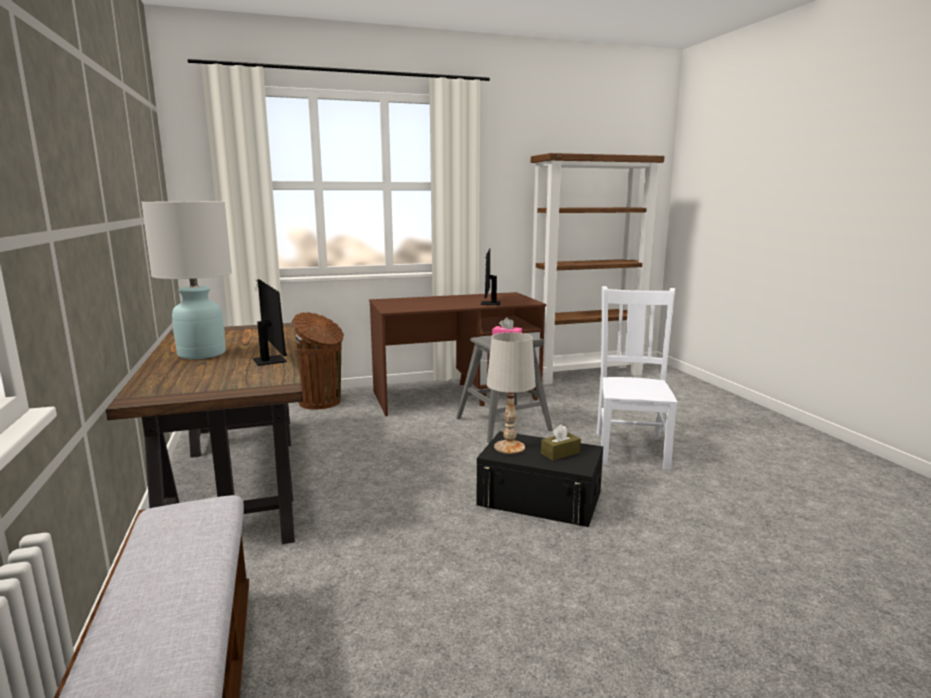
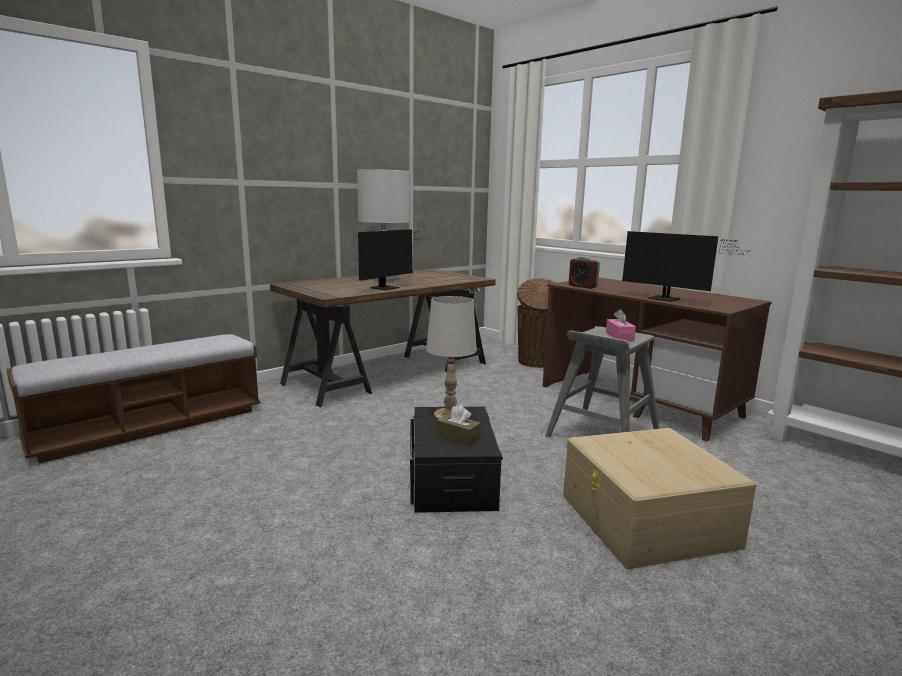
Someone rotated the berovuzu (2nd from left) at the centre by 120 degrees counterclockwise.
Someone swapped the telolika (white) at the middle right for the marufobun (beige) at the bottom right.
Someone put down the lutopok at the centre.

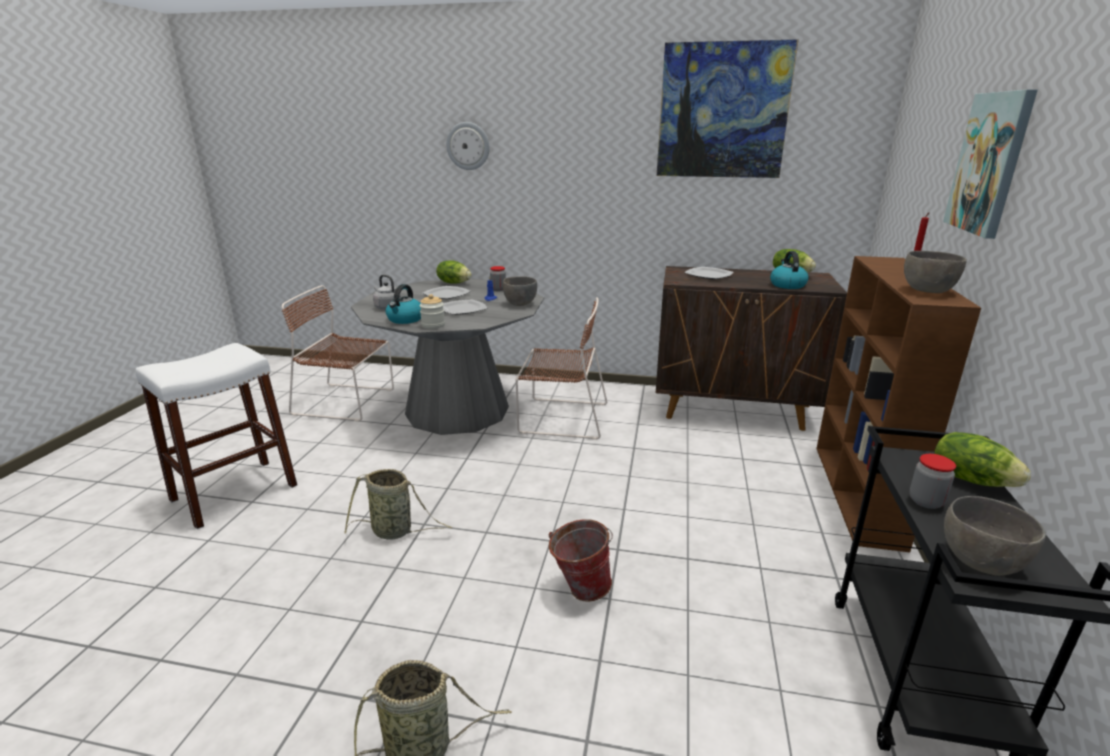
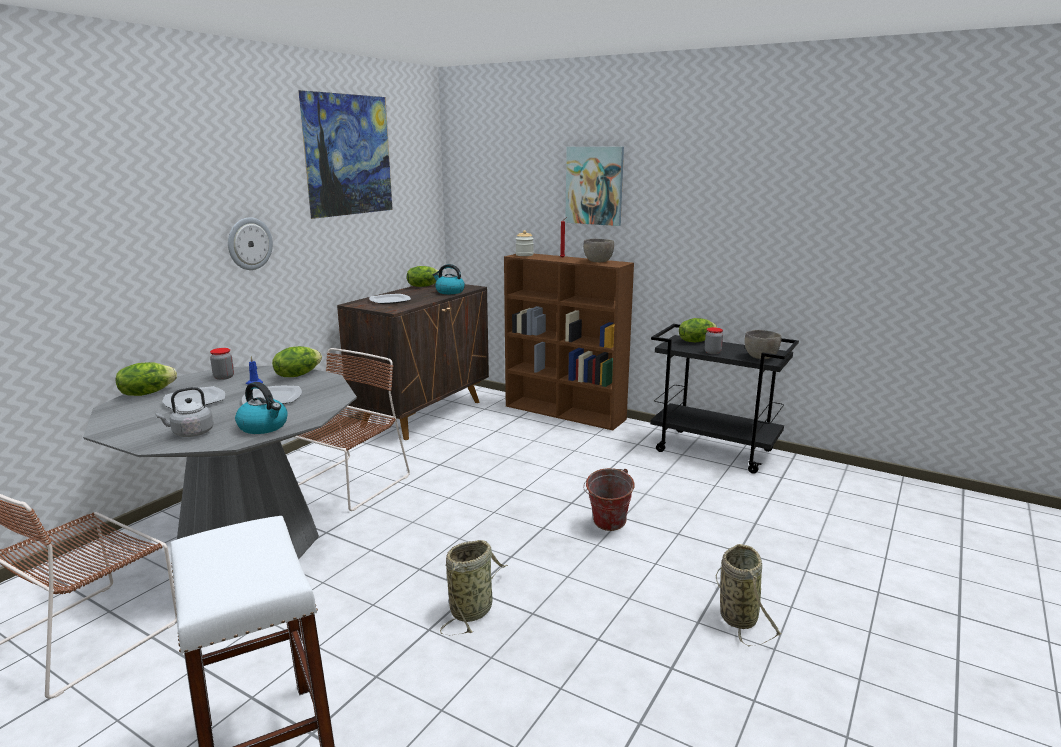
Someone carried the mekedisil (1st from left in the first image) from the centre to the top centre.
Someone carried the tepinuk from the top centre to the top left.
Someone swapped the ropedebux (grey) (1st from left) at the centre for the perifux (2nd from left) at the middle left.

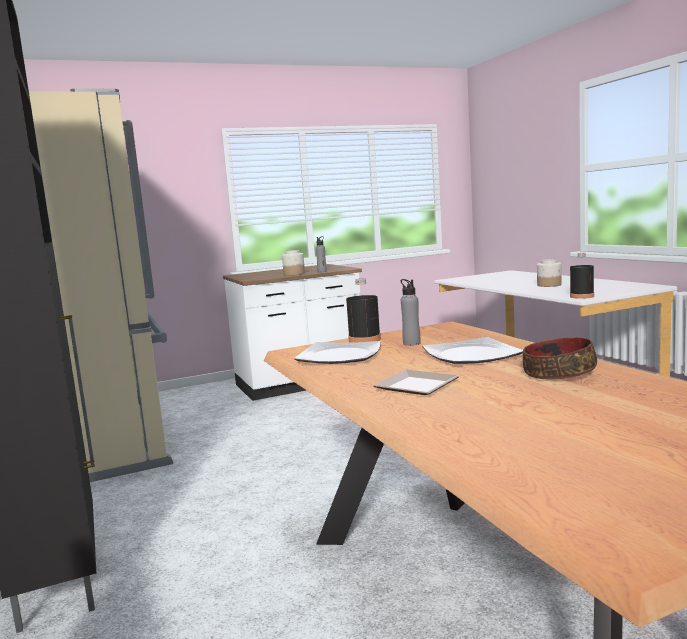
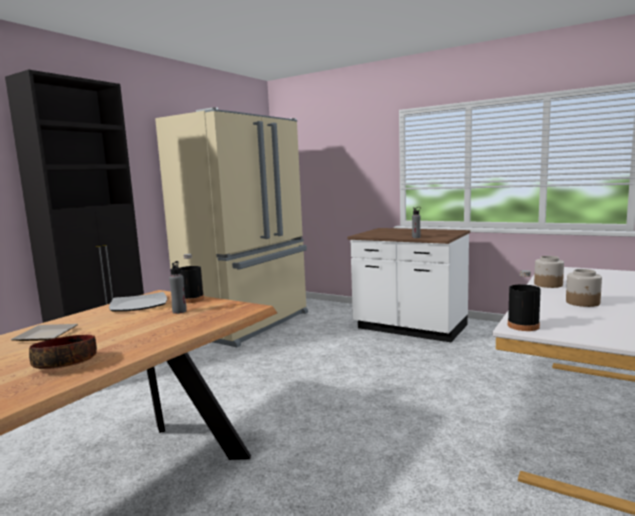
Someone carried the mekedisil (1st from left) from the centre to the middle right.
Someone took away the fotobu (3rd from left) at the middle right.

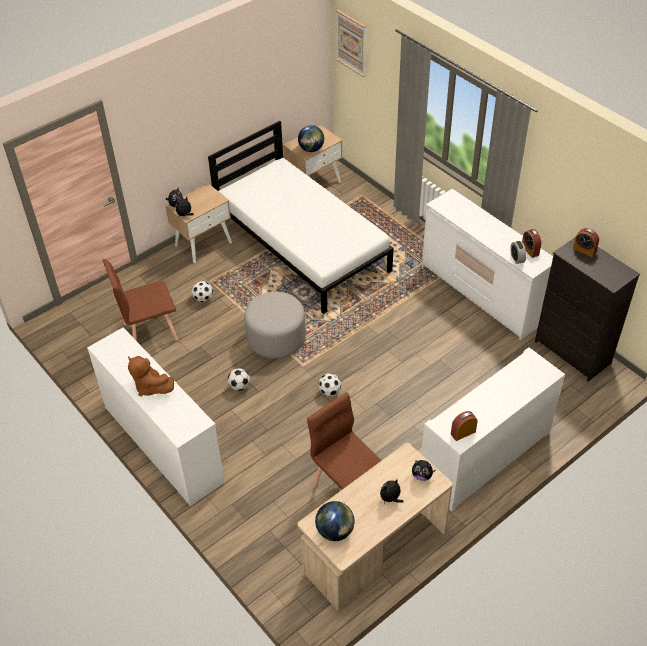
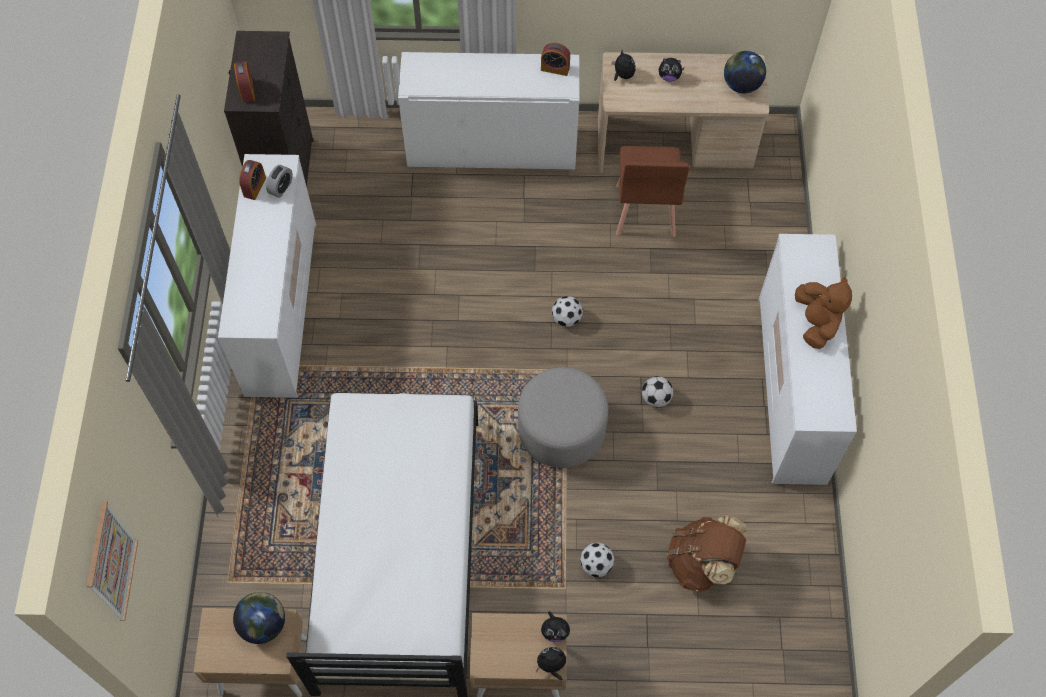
Someone swapped the telolika (brown) (1st from left) at the middle left for the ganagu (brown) at the bottom right.

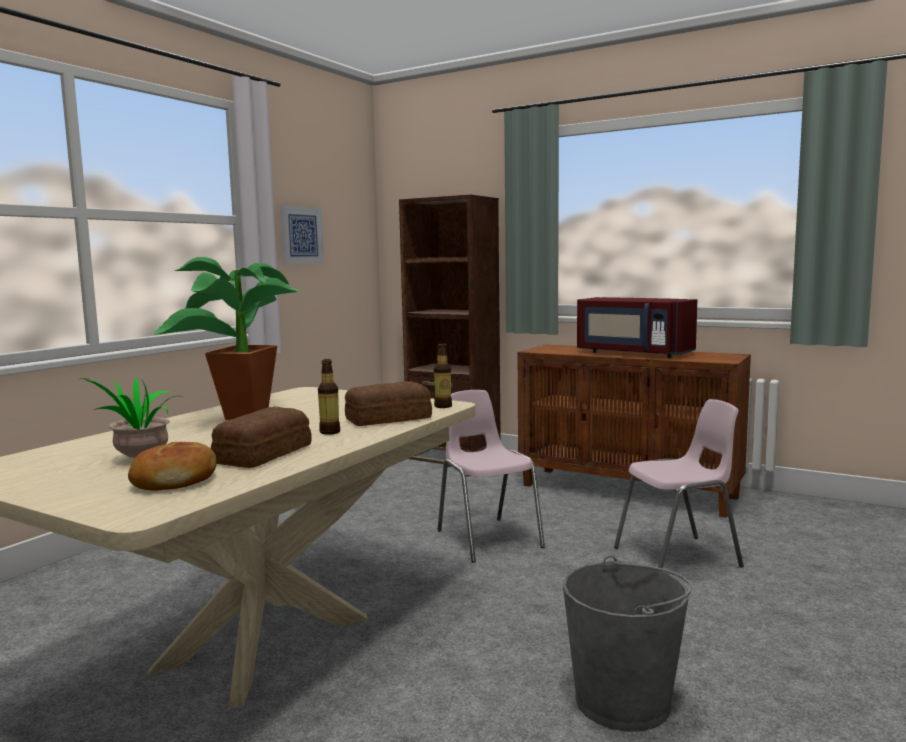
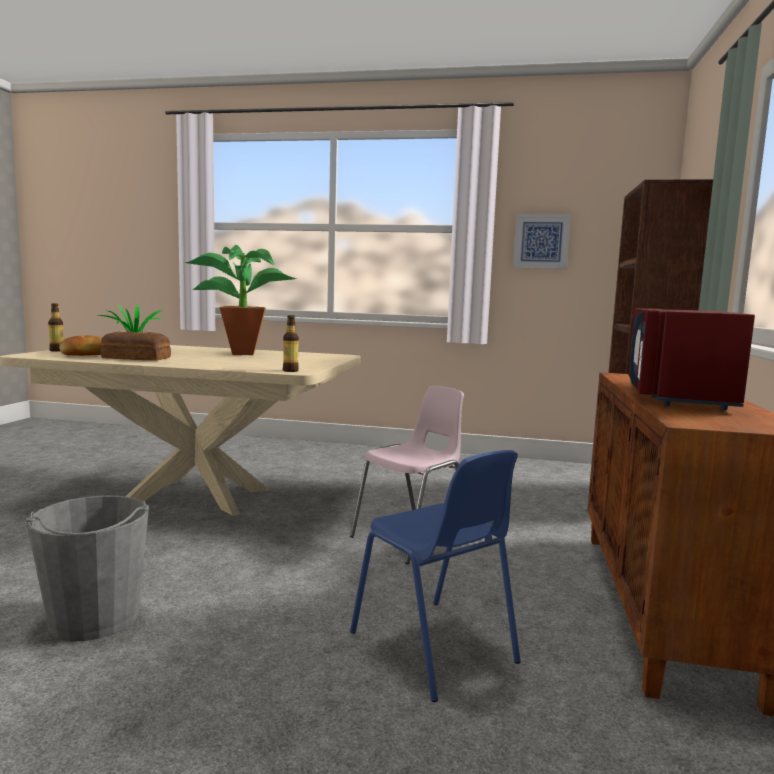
Someone carried the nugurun (1st from left) from the centre to the middle left.
Someone took away the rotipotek (3rd from left) at the centre.
Someone repainted the telolika (pink) (2nd from left) at the middle right, which became the telolika (blue) at the bottom centre.

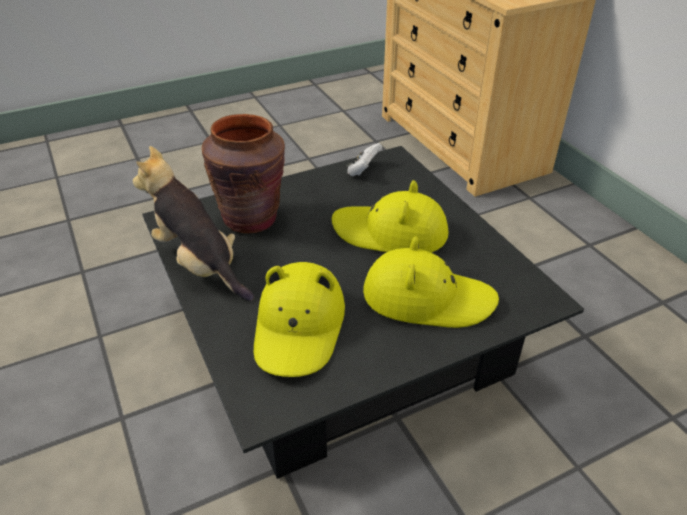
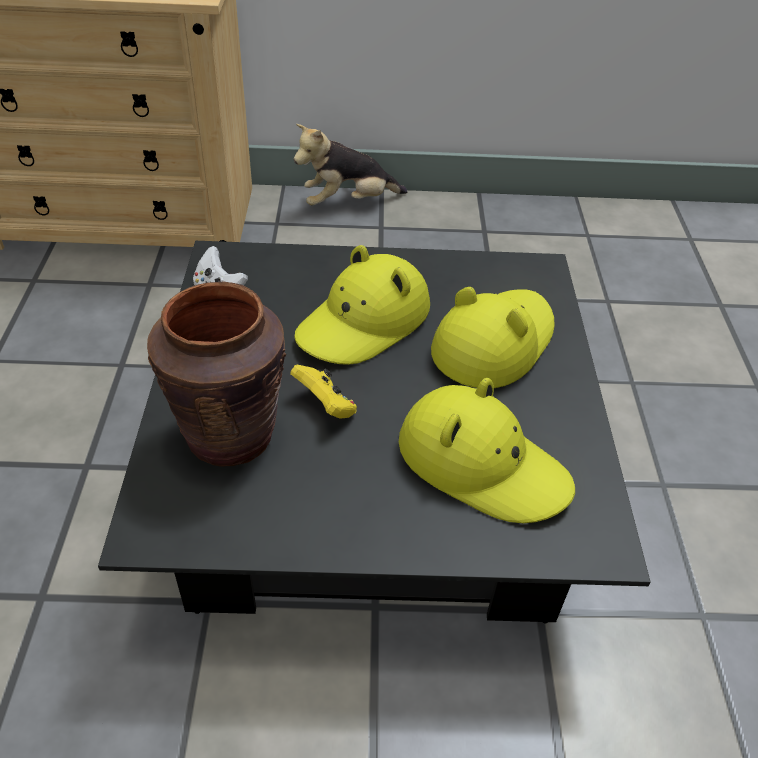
Someone carried the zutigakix from the middle left to the top centre.
Someone put down the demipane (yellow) at the centre.

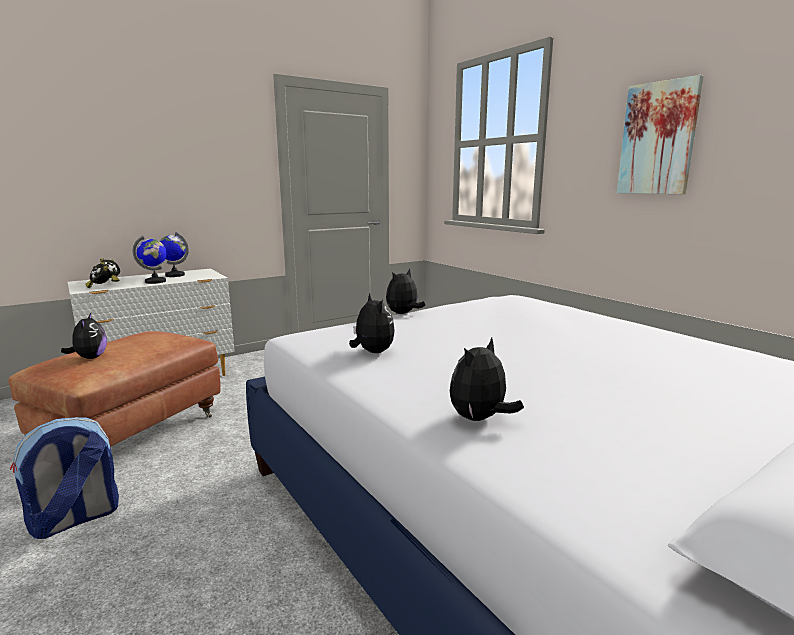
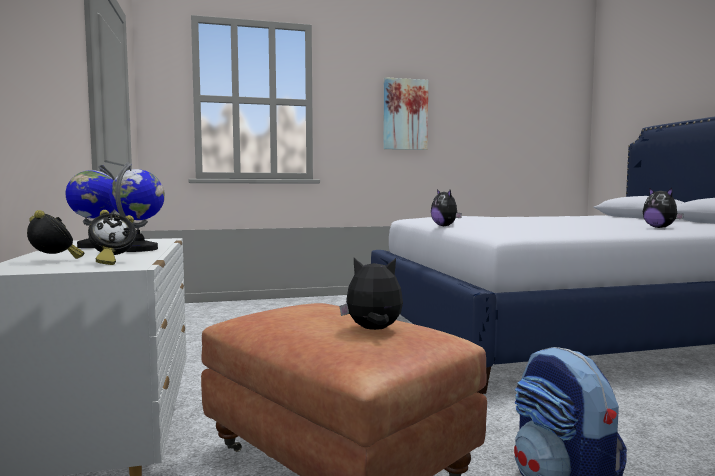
Someone took away the zutigakix (2nd from left) at the centre.

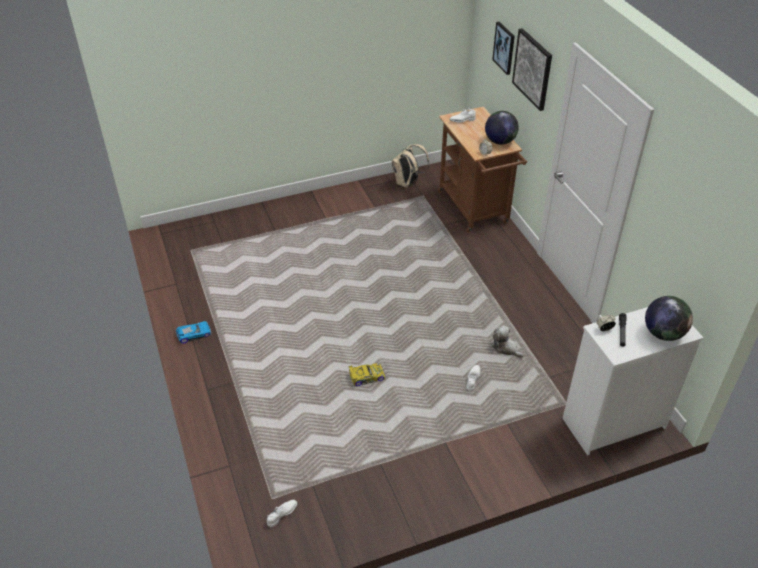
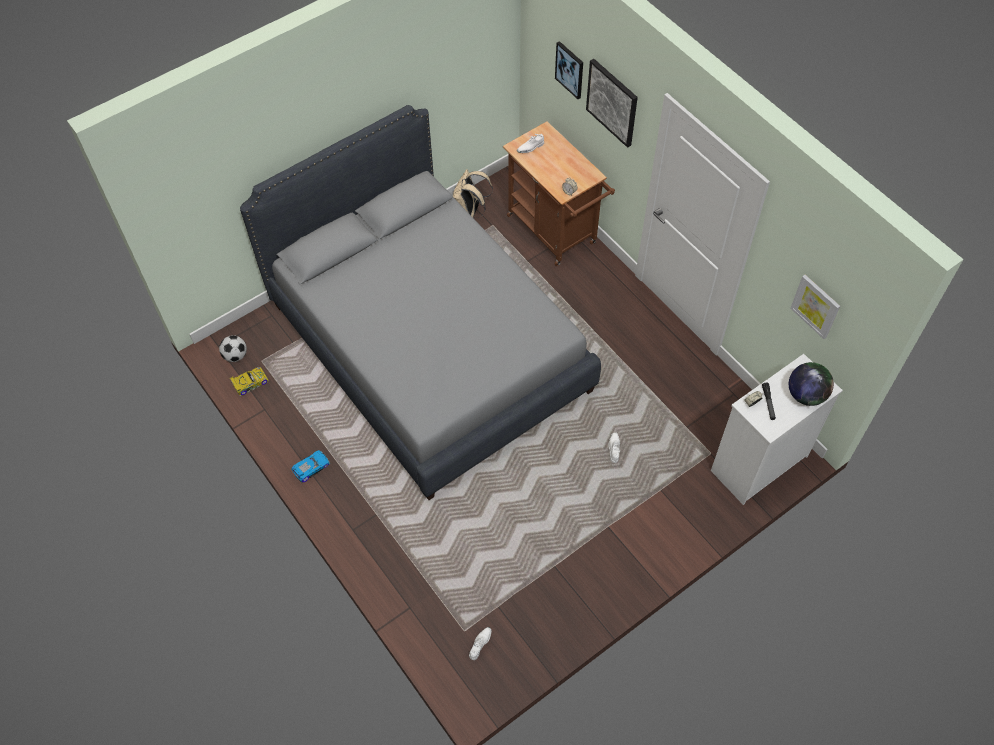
Someone carried the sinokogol (2nd from left in the first image) from the centre to the middle left.
Someone took away the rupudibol (1st from left) at the top centre.
Someone took away the zutigakix at the middle right.
Someone put down the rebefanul at the middle left.
Someone put down the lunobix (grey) at the centre.
Someone put up the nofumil (3rd from left) at the middle right.

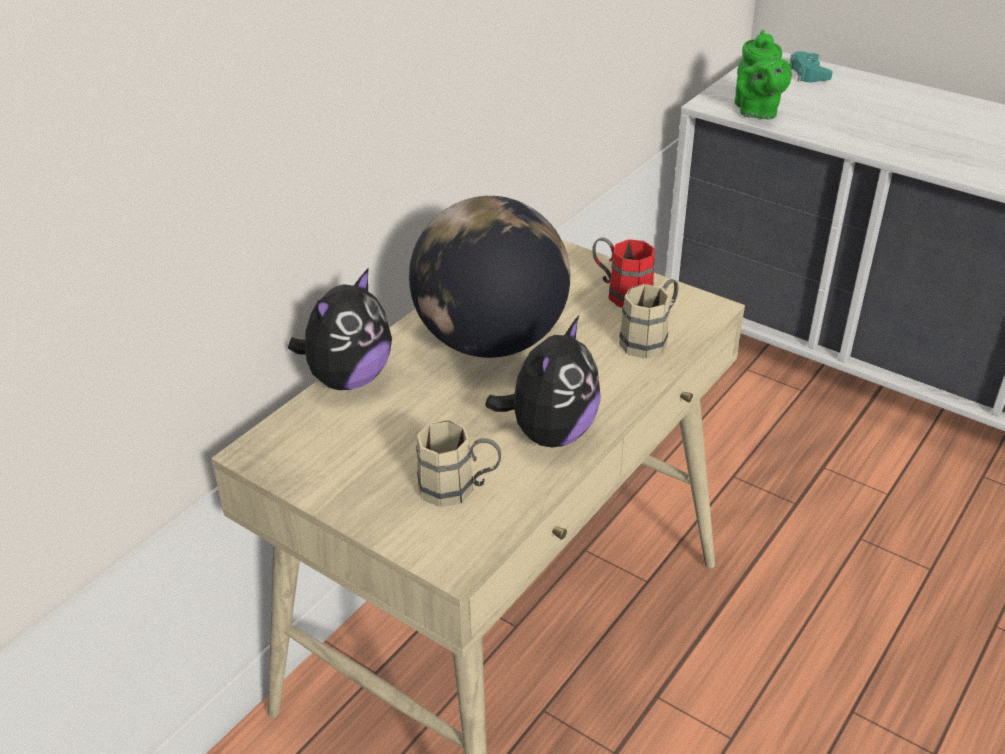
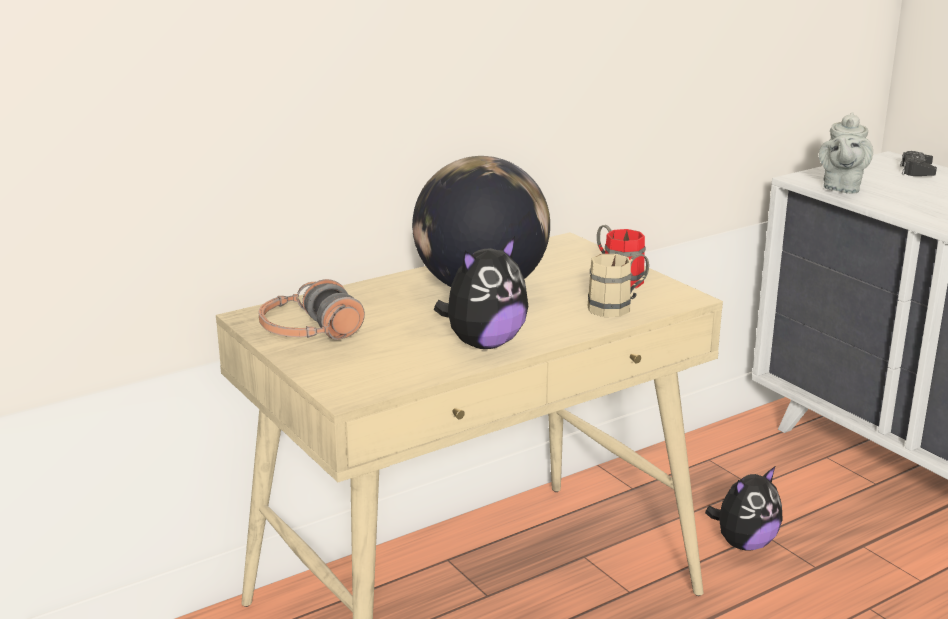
Someone carried the zutigakix (1st from left in the first image) from the centre to the bottom right.
Someone took away the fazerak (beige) (1st from left) at the centre.
Someone repainted the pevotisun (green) at the top right, which became the pevotisun (grey) at the top right.
Someone repainted the demipane (turquoise) at the top right, which became the demipane (black) at the top right.
Someone put down the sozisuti at the middle left.

